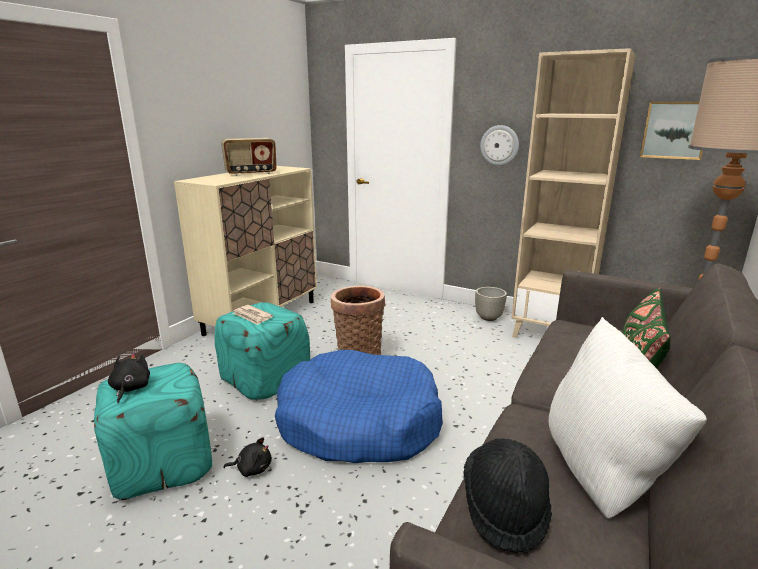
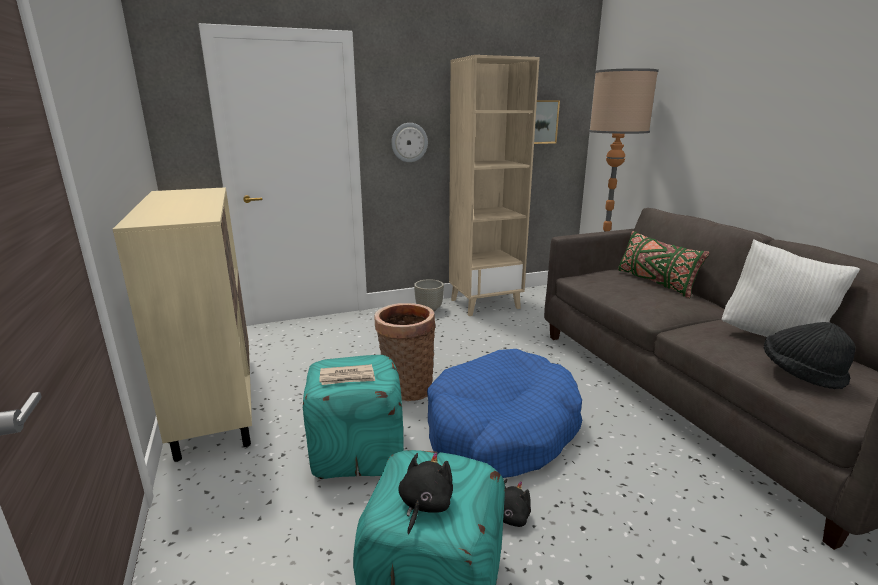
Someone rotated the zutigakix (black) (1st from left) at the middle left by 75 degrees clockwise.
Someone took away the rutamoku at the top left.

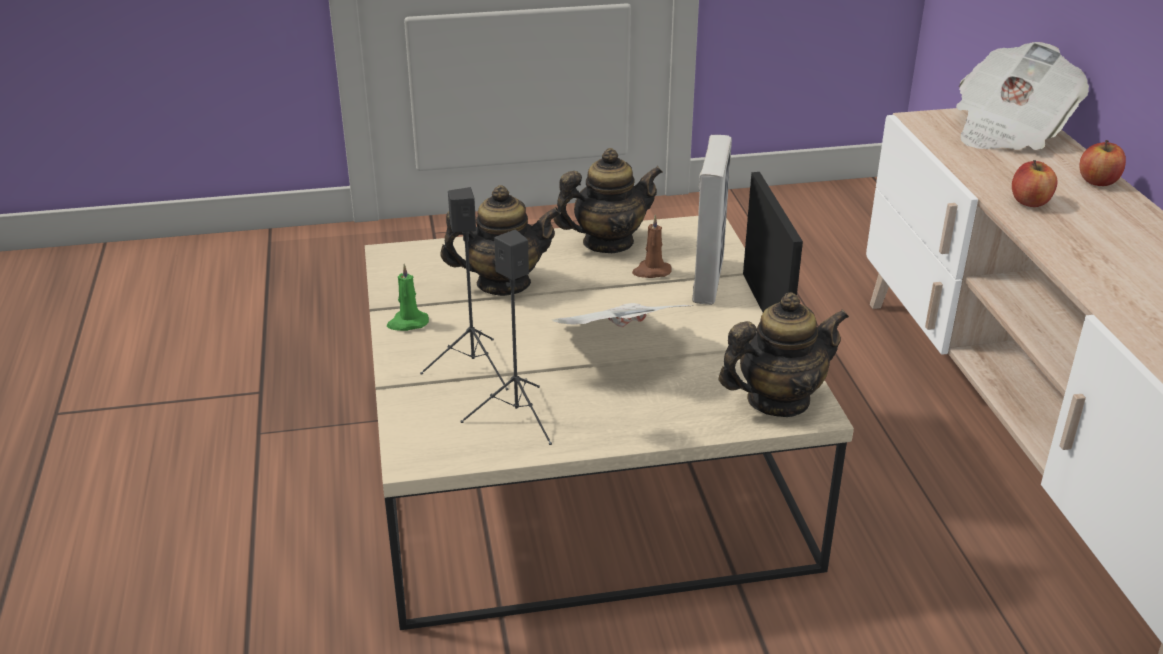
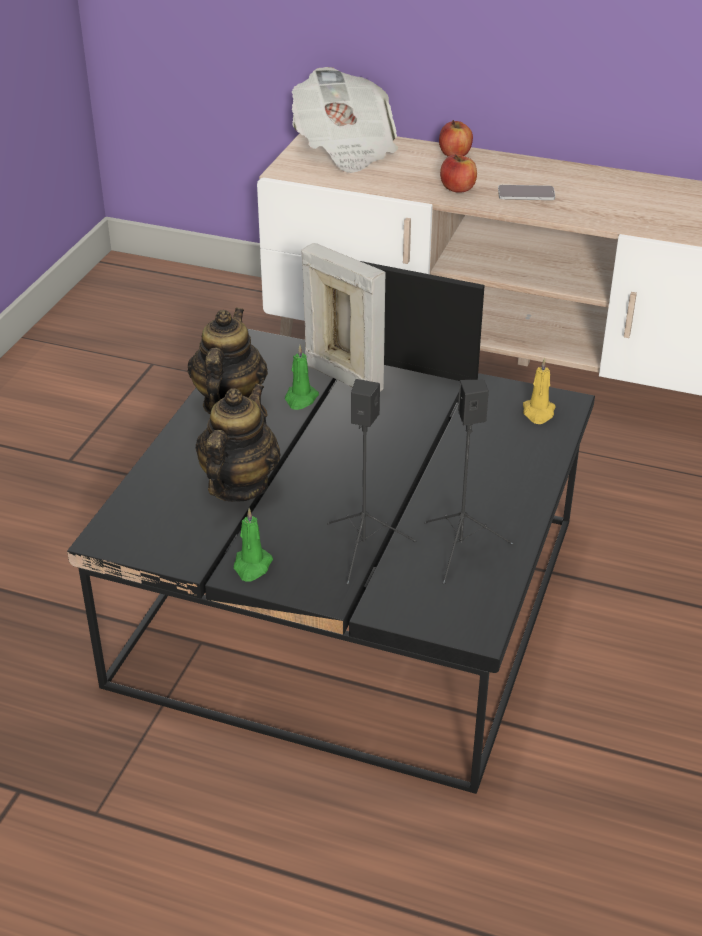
Someone repainted the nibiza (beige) at the centre, which became the nibiza (black) at the centre.
Someone took away the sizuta (1st from left) at the centre.
Someone repainted the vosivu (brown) at the centre, which became the vosivu (green) (2nd from left) at the centre.
Someone swapped the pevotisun (3rd from left) at the middle right for the vosivu (yellow) at the middle right.
Someone put down the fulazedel at the top right.

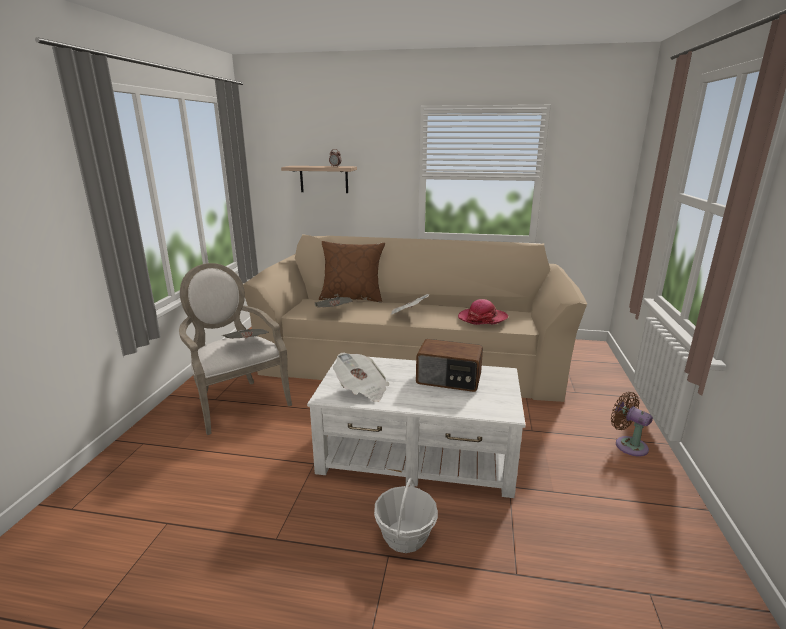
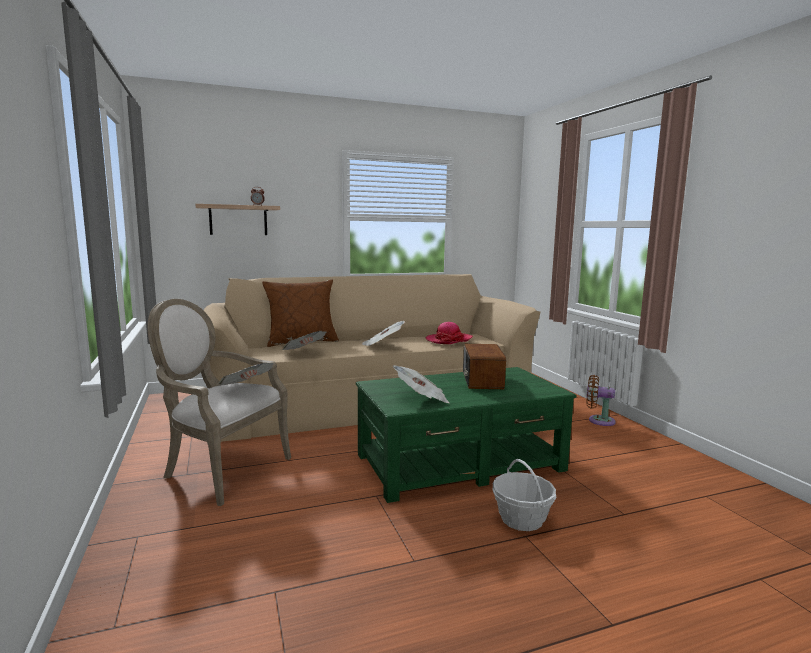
Someone repainted the nibiza (white) at the bottom centre, which became the nibiza (green) at the centre.
Someone rotated the rutamoku at the centre by 105 degrees clockwise.

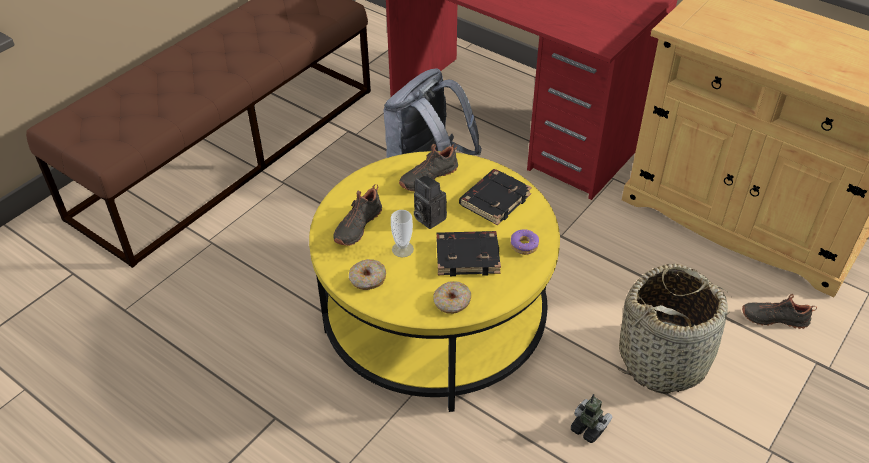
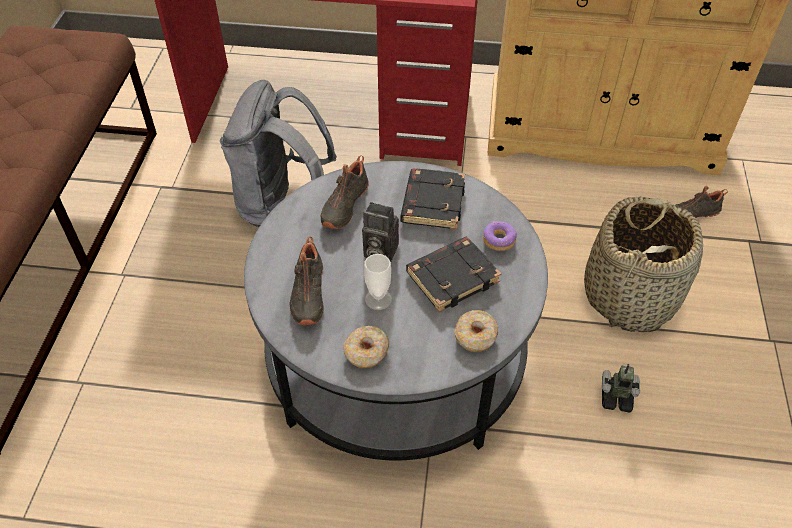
Someone repainted the nibiza (yellow) at the centre, which became the nibiza (grey) at the centre.

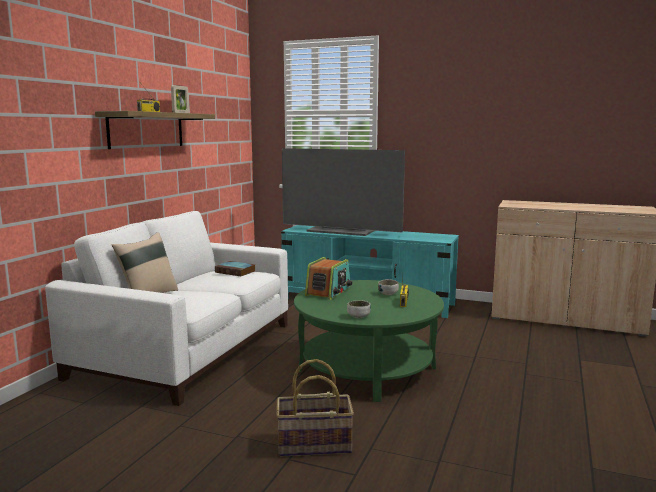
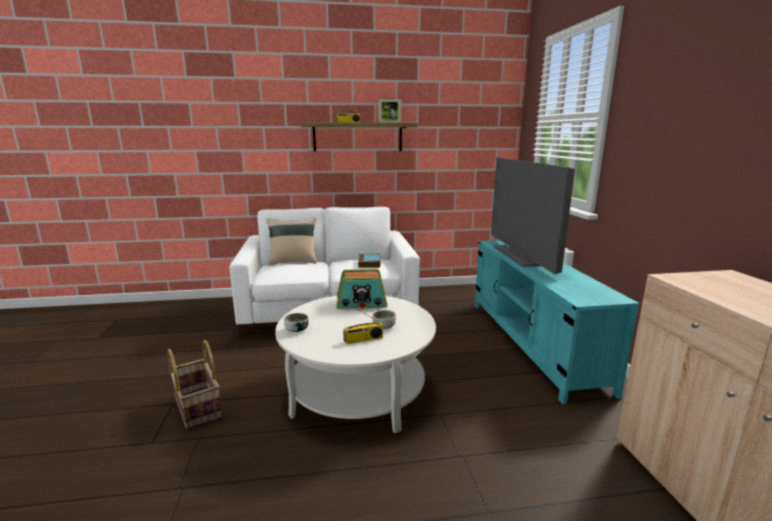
Someone repainted the nibiza (green) at the bottom centre, which became the nibiza (white) at the bottom centre.

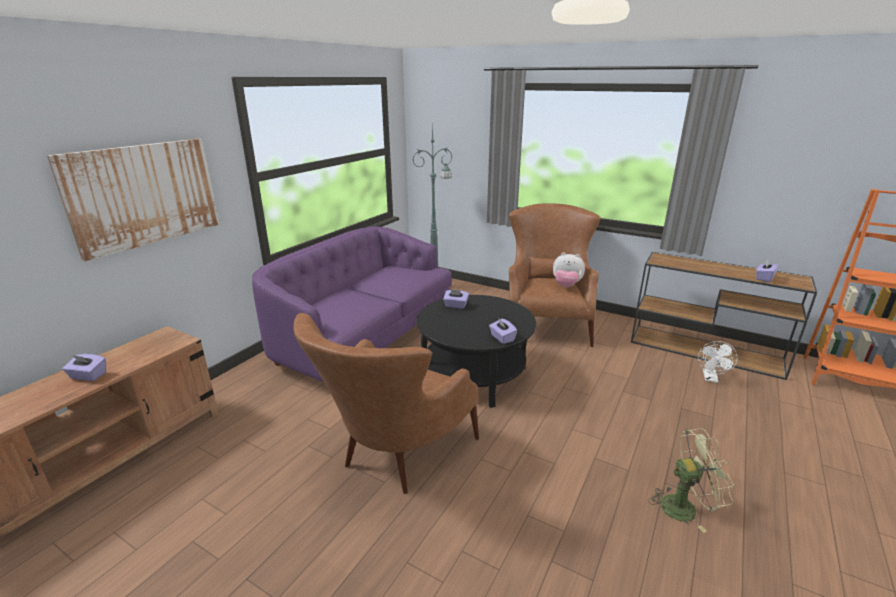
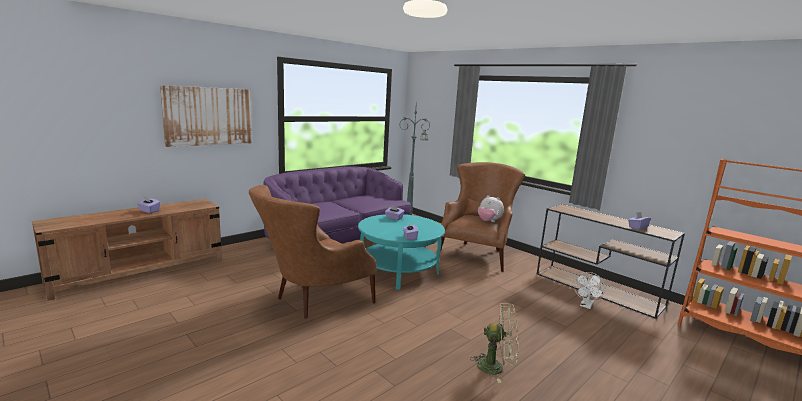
Someone repainted the nibiza (black) at the centre, which became the nibiza (turquoise) at the centre.

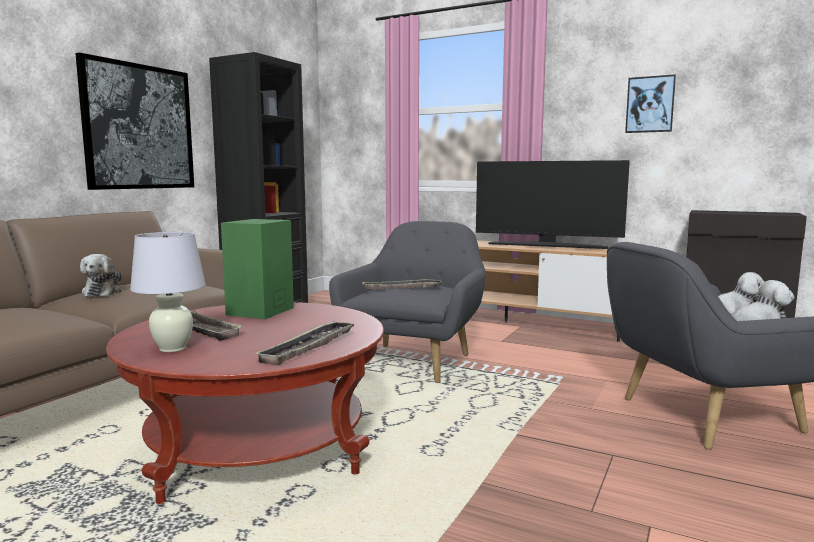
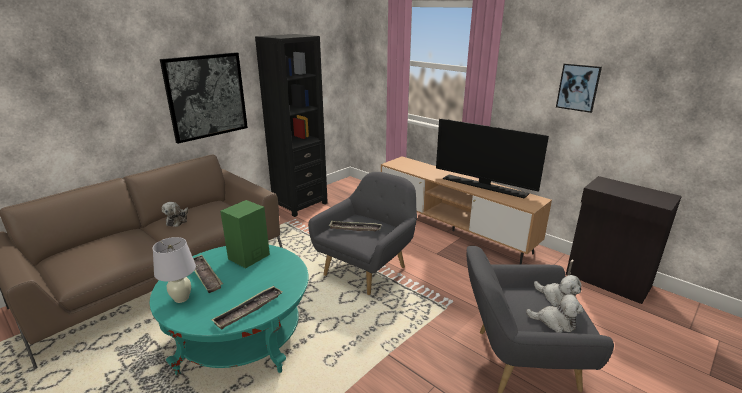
Someone repainted the nibiza (red) at the bottom left, which became the nibiza (turquoise) at the bottom left.

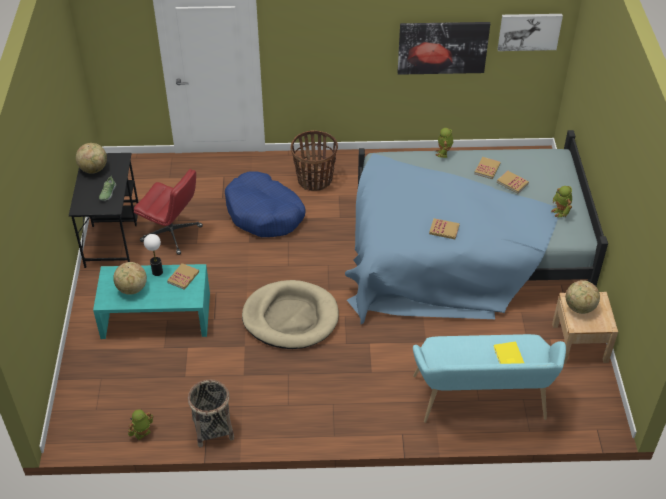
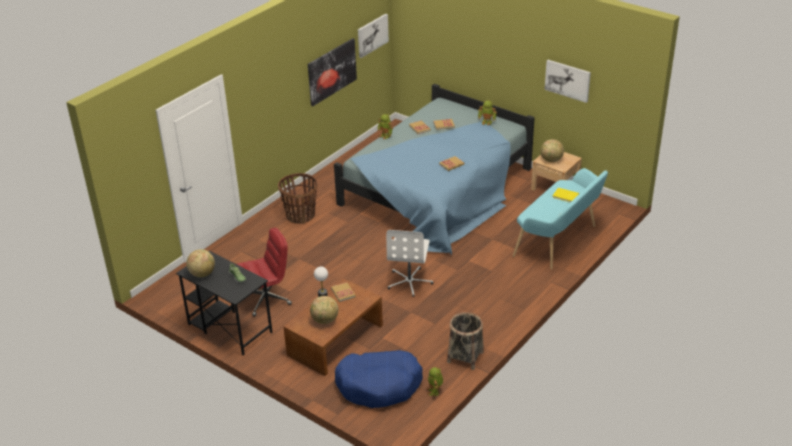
Someone repainted the nibiza (turquoise) at the middle left, which became the nibiza (brown) at the bottom centre.
Someone carried the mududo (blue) from the centre to the bottom centre.
Someone swapped the mududo (beige) at the centre for the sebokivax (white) at the centre.
Someone put up the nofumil (3rd from left) at the top right.

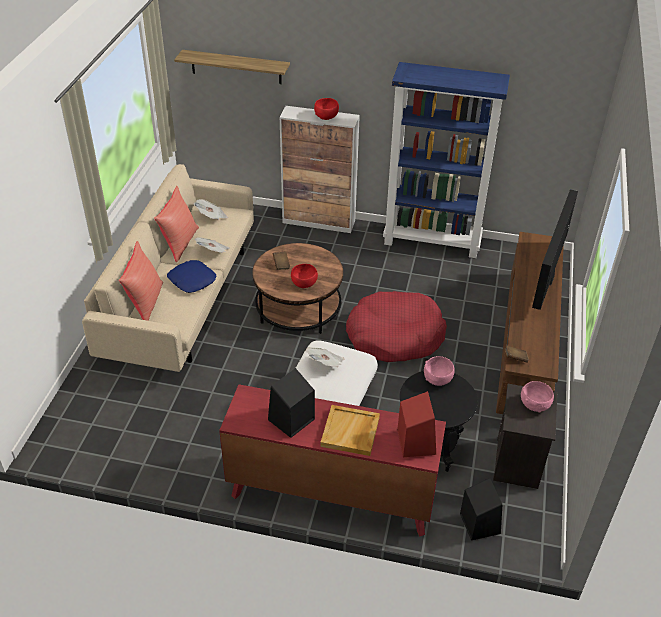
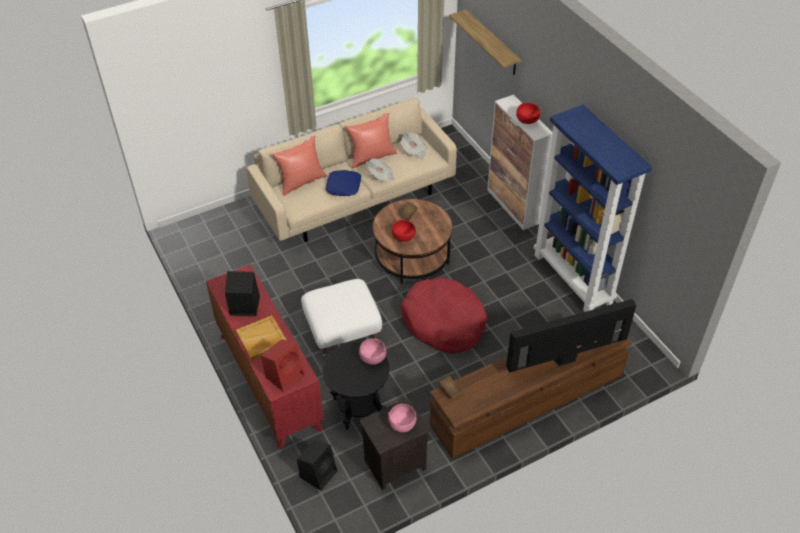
Someone took away the sizuta (3rd from left) at the centre.

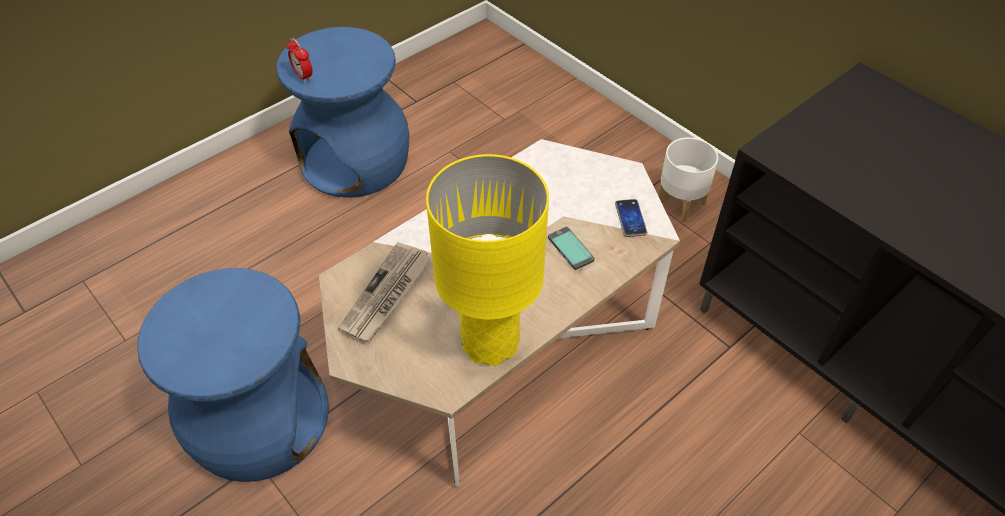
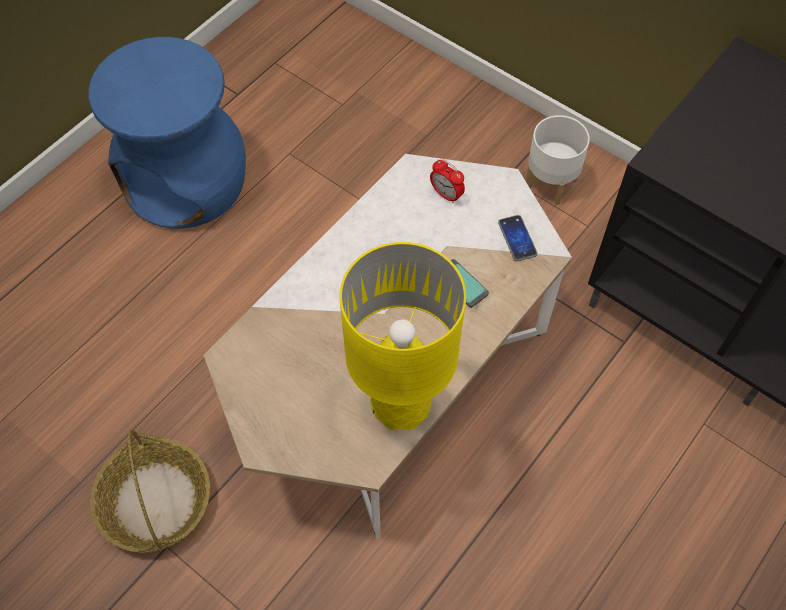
Someone swapped the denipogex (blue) (1st from left) at the bottom left for the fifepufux at the bottom left.
Someone carried the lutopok from the top left to the top centre.
Someone took away the sizuta at the centre.

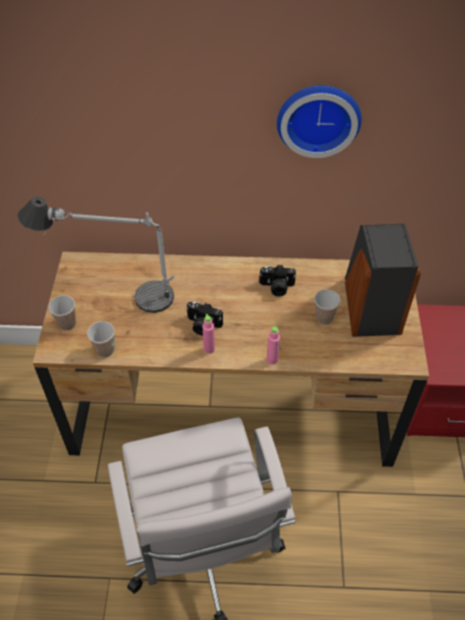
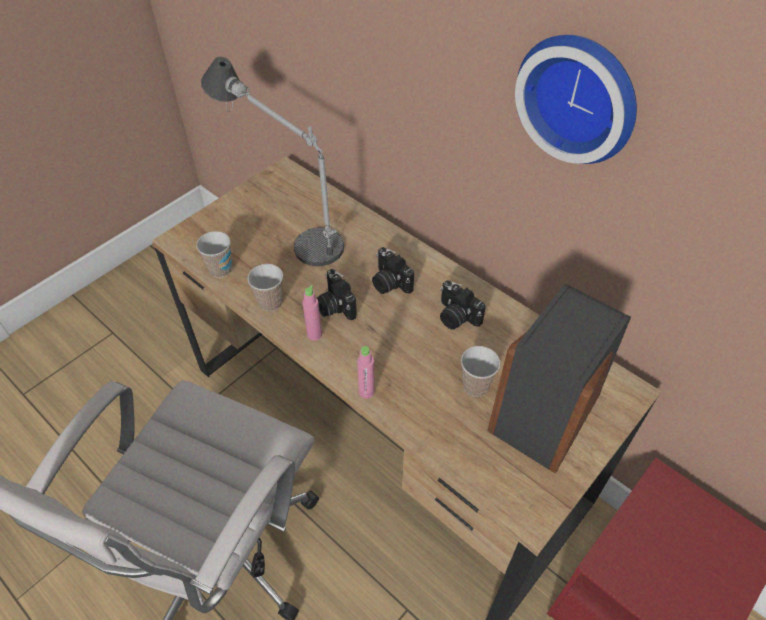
Someone carried the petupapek (1st from left in the first image) from the middle left to the centre.
Someone put down the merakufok (2nd from left) at the centre.

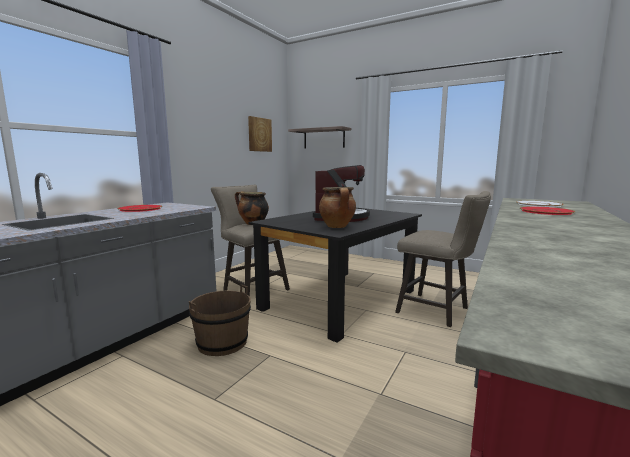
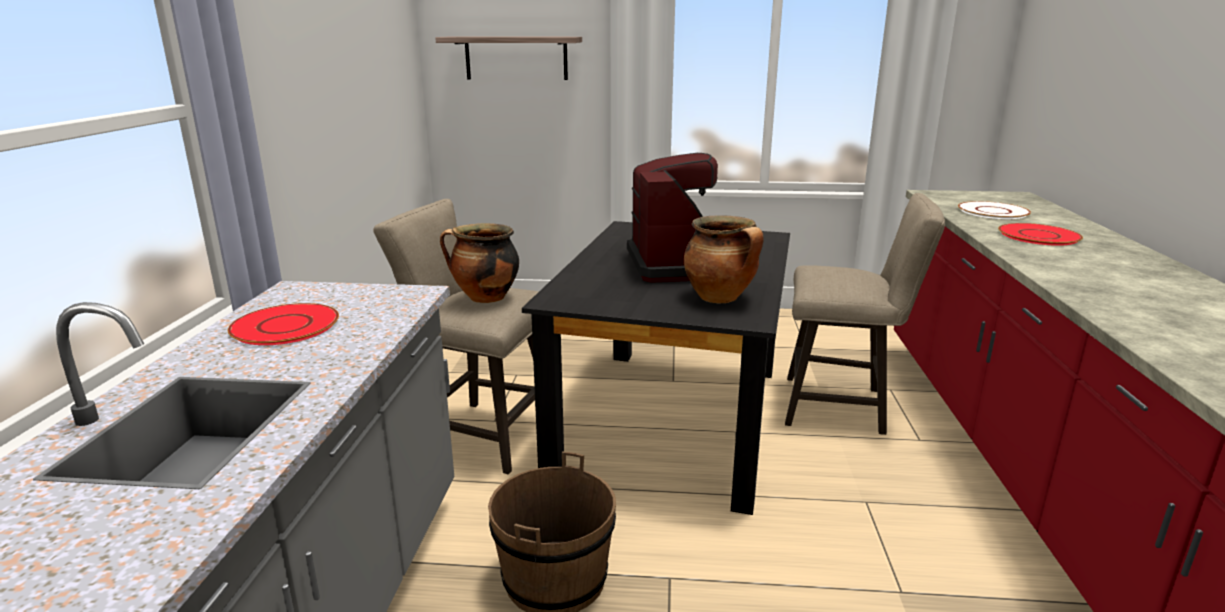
Someone took away the nofumil at the top centre.

